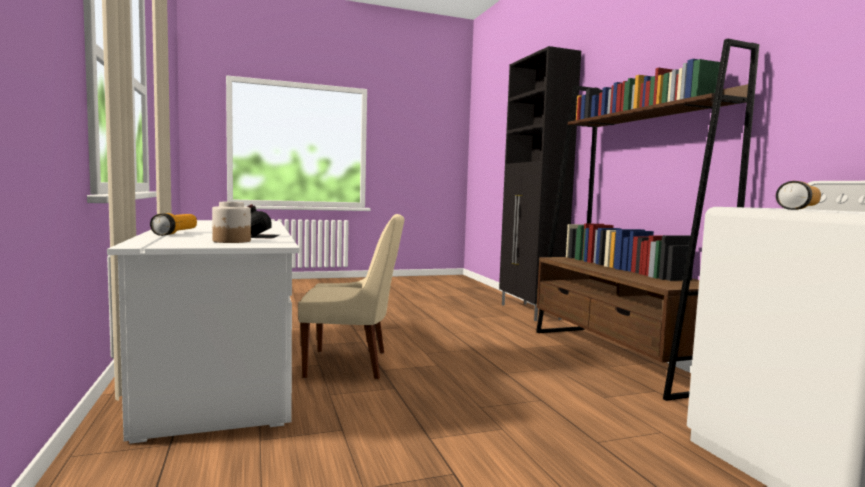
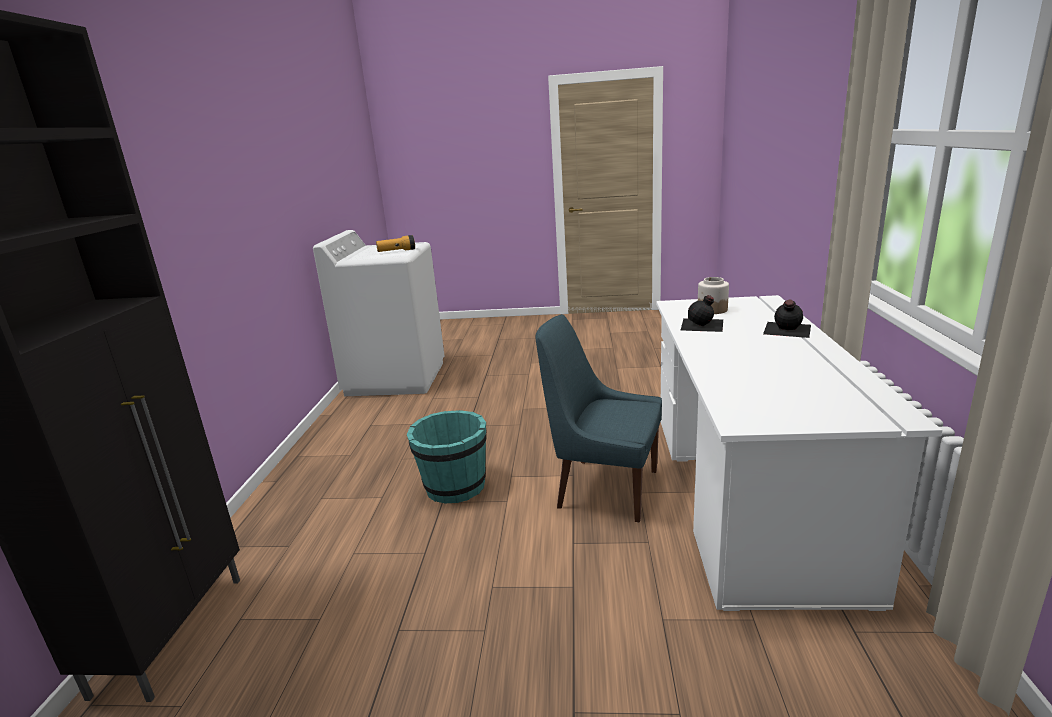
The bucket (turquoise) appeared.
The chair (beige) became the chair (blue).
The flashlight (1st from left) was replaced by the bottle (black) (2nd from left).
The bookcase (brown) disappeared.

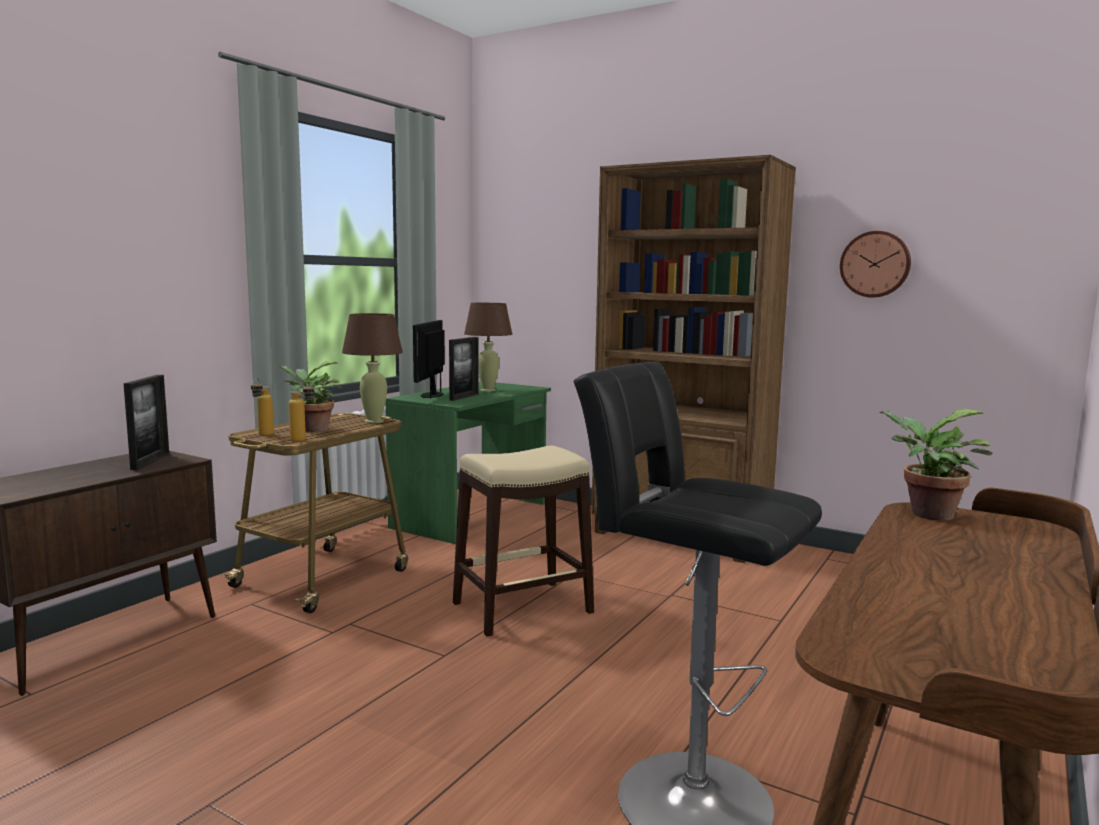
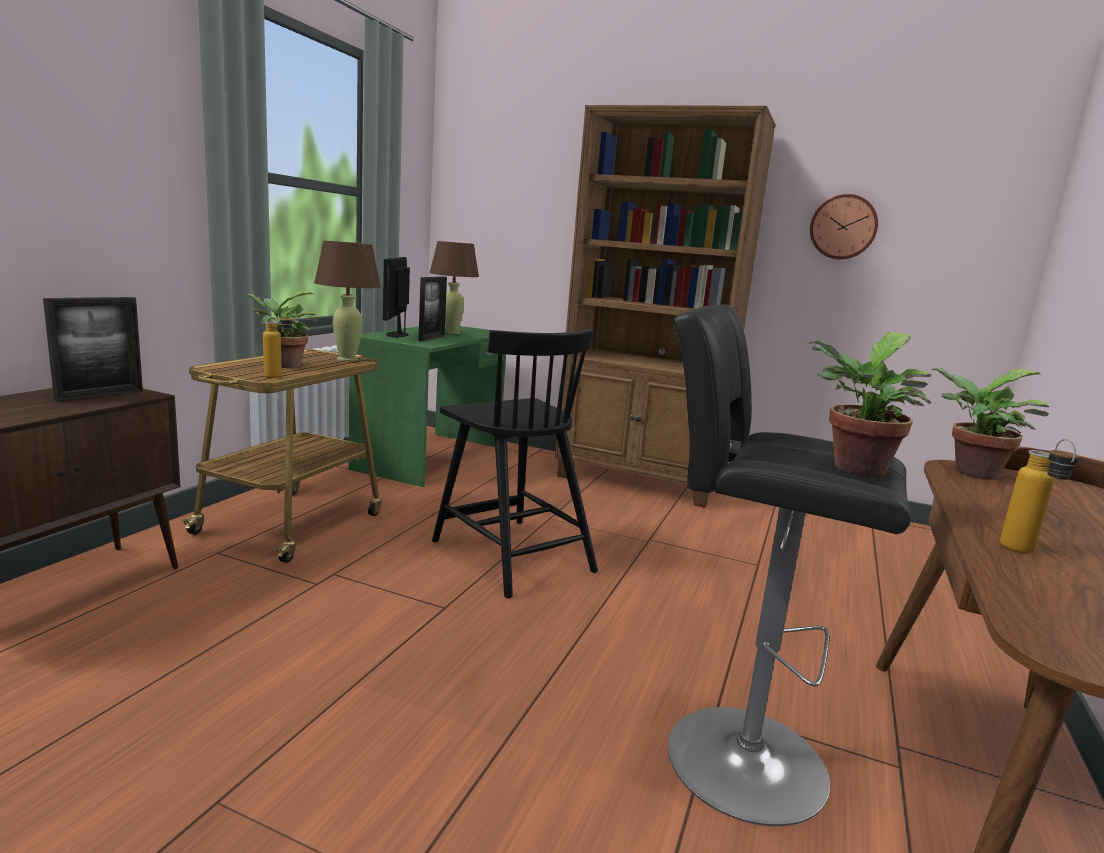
The picture frame (1st from left) turned 45 degrees clockwise.
The stool (beige) was replaced by the chair (black).
The potted plant (2nd from left) appeared.
The bottle (1st from left in the first image) moved.

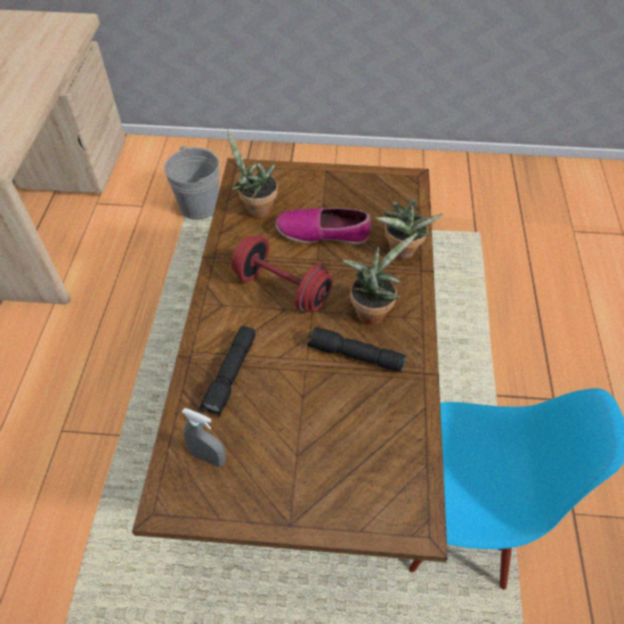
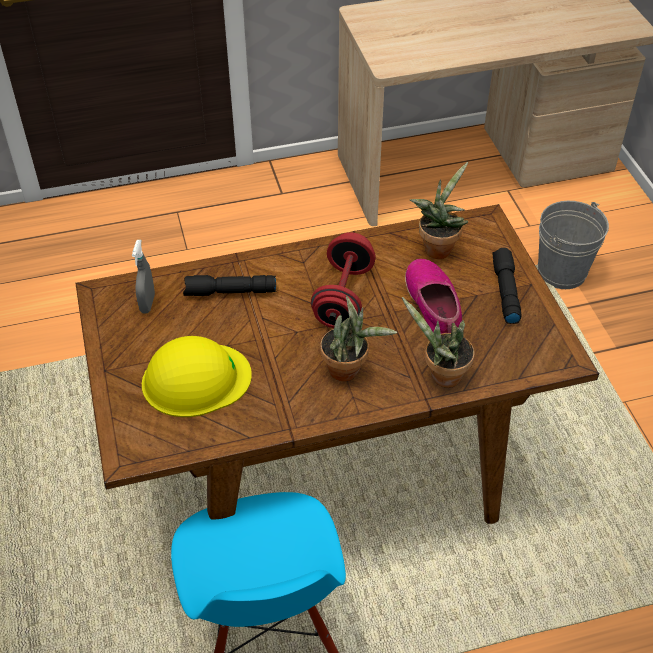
The hard hat (yellow) appeared.
The flashlight (black) (2nd from left) moved.

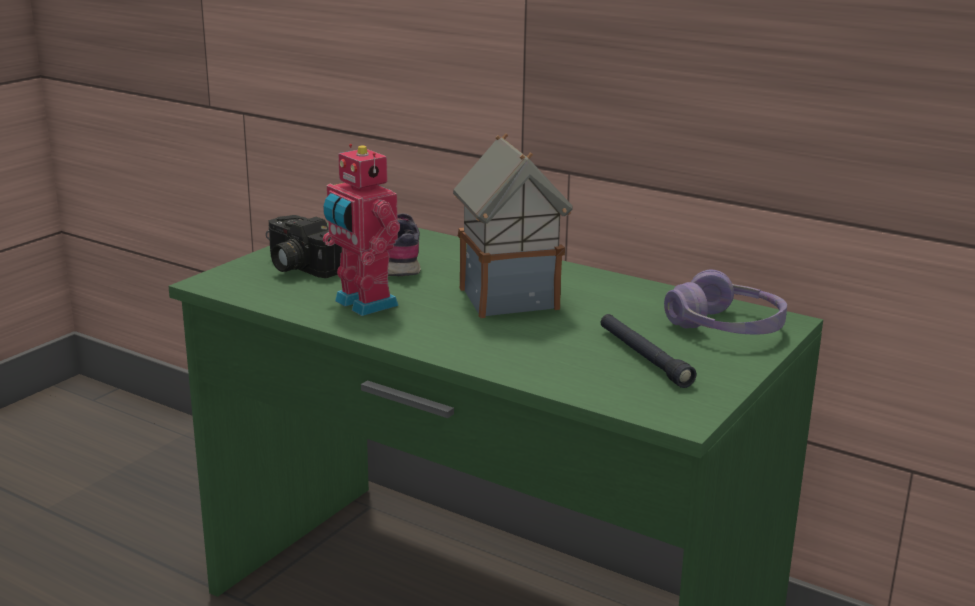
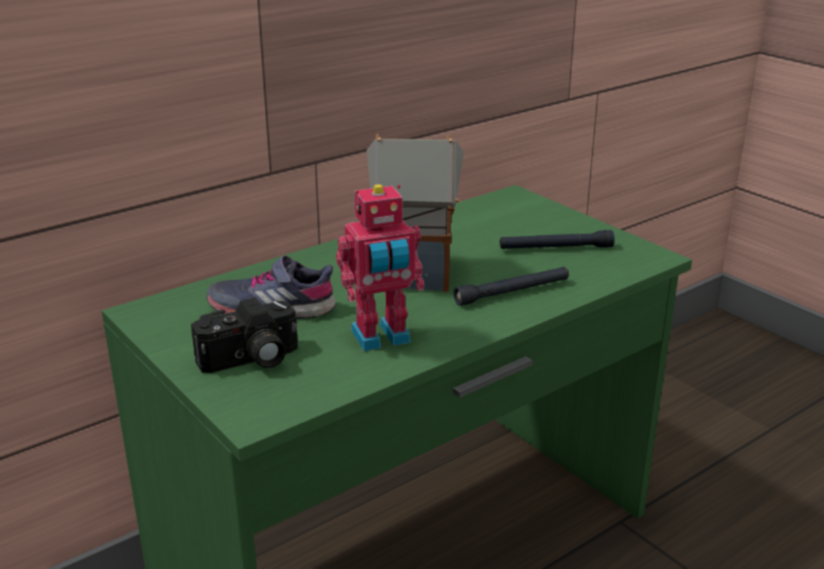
The flashlight (black) (1st from left) appeared.
The headphones (purple) disappeared.

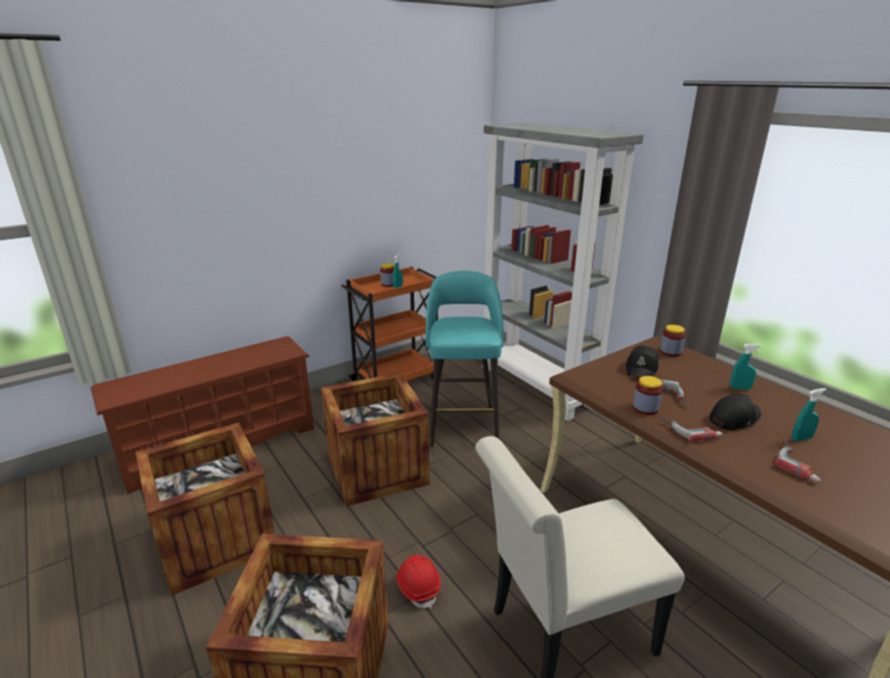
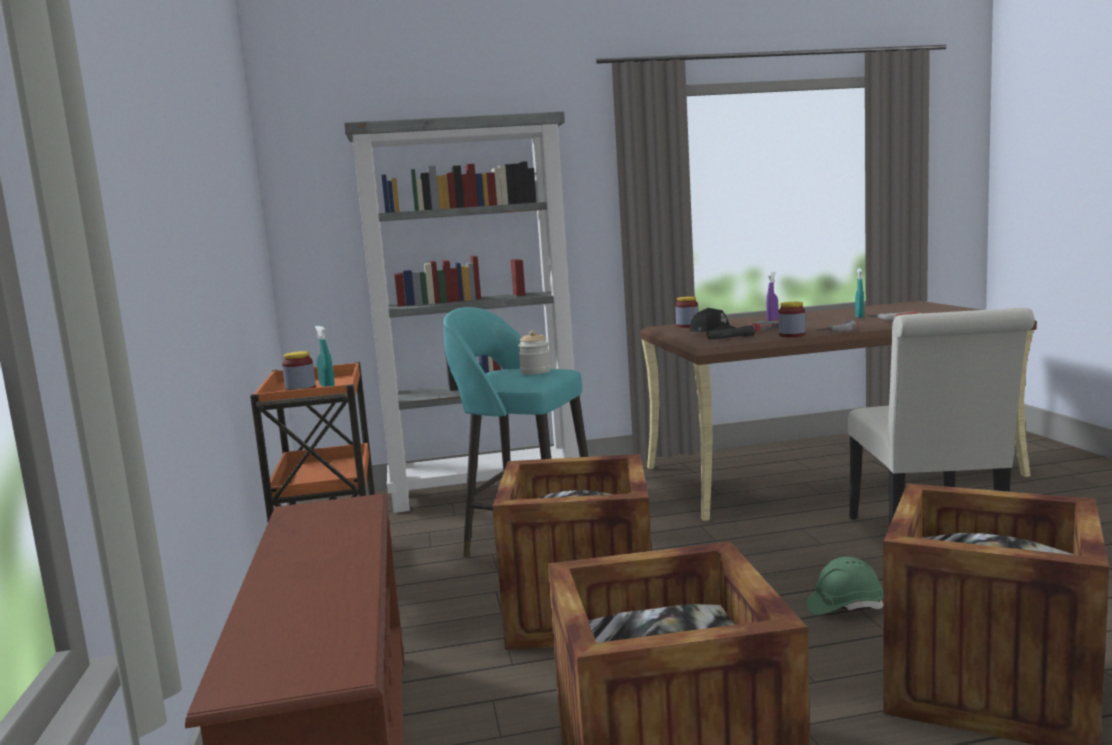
The jar (2nd from left) appeared.
The flashlight (black) appeared.
The spray bottle (turquoise) (2nd from left) became the spray bottle (purple).
The hard hat (red) became the hard hat (green).
The cap (black) (2nd from left) disappeared.

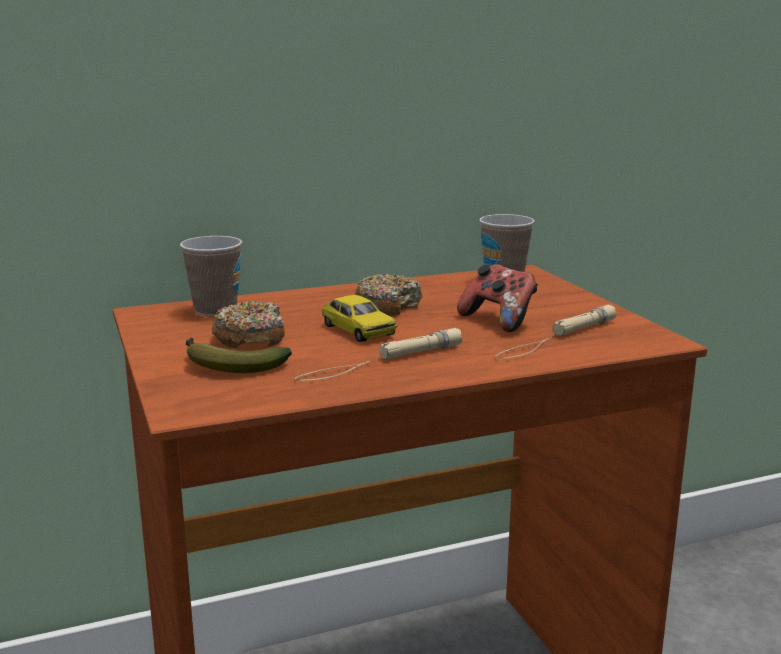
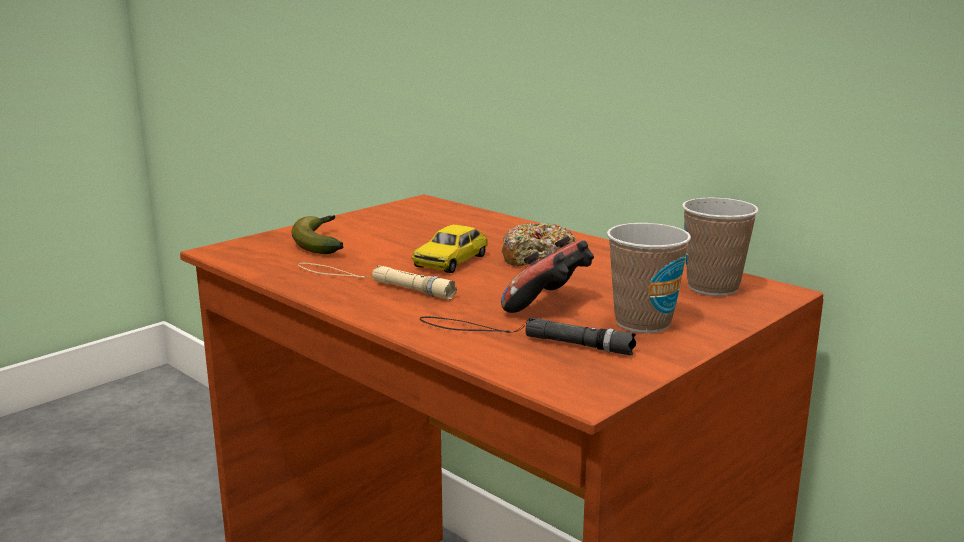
The flashlight (beige) (2nd from left) became the flashlight (black).
The cup (1st from left) moved.
The donut (1st from left) disappeared.

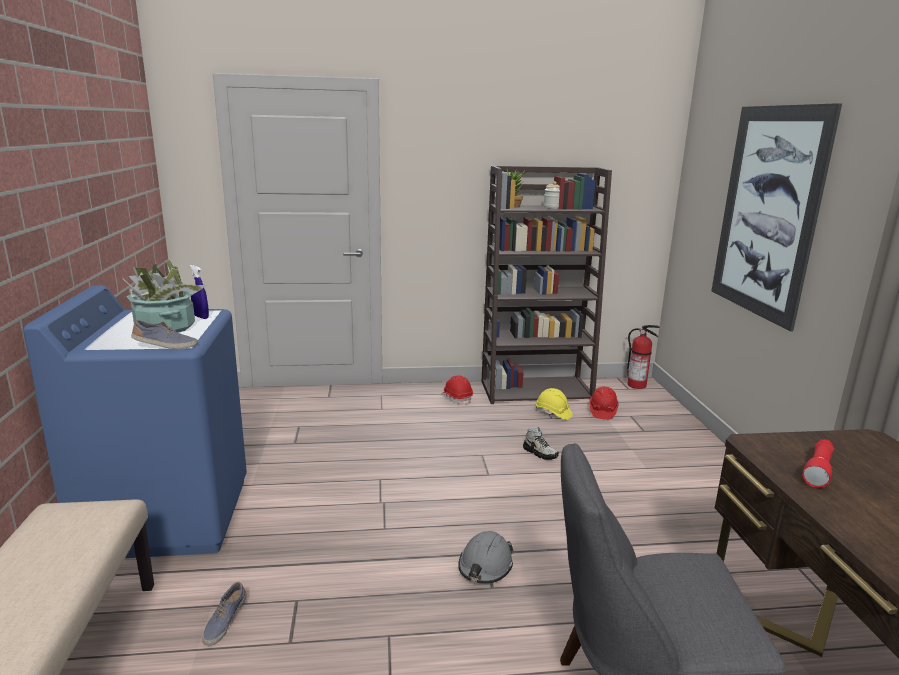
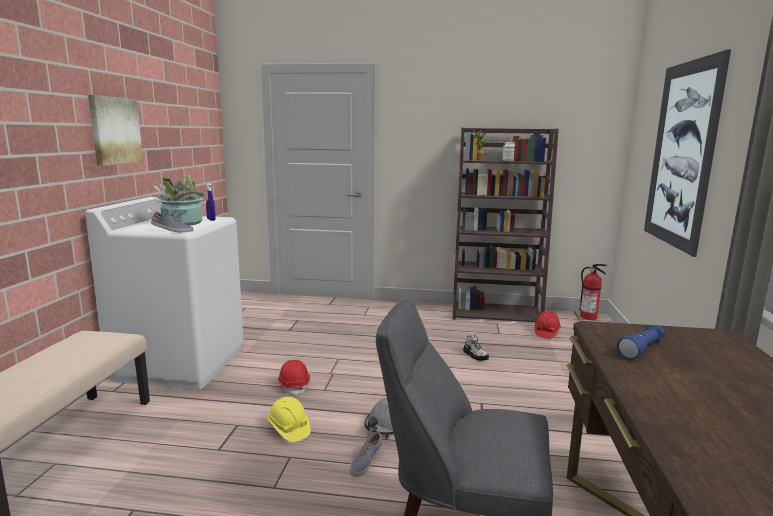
The washing machine (blue) became the washing machine (white).
The picture (1st from left) appeared.
The hard hat (yellow) moved.
The hard hat (red) (1st from left) moved.
The shoe (2nd from left) moved.
The flashlight (red) became the flashlight (blue).

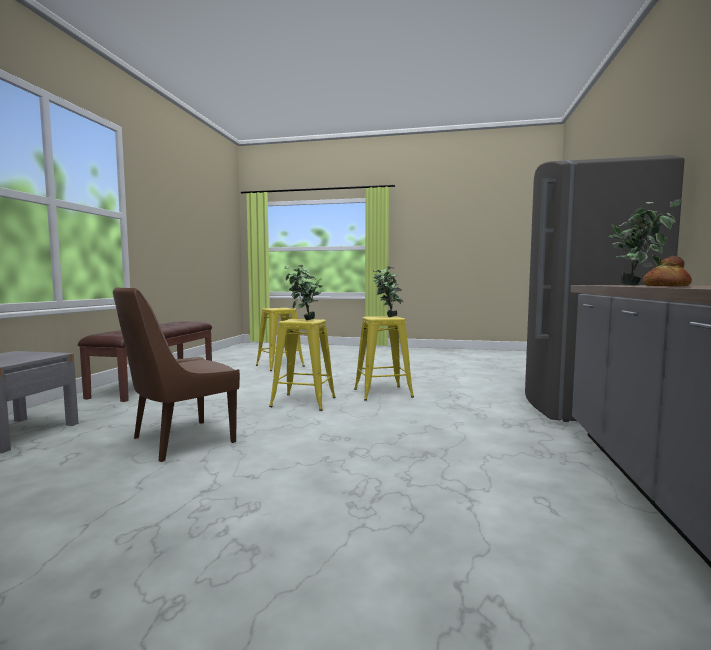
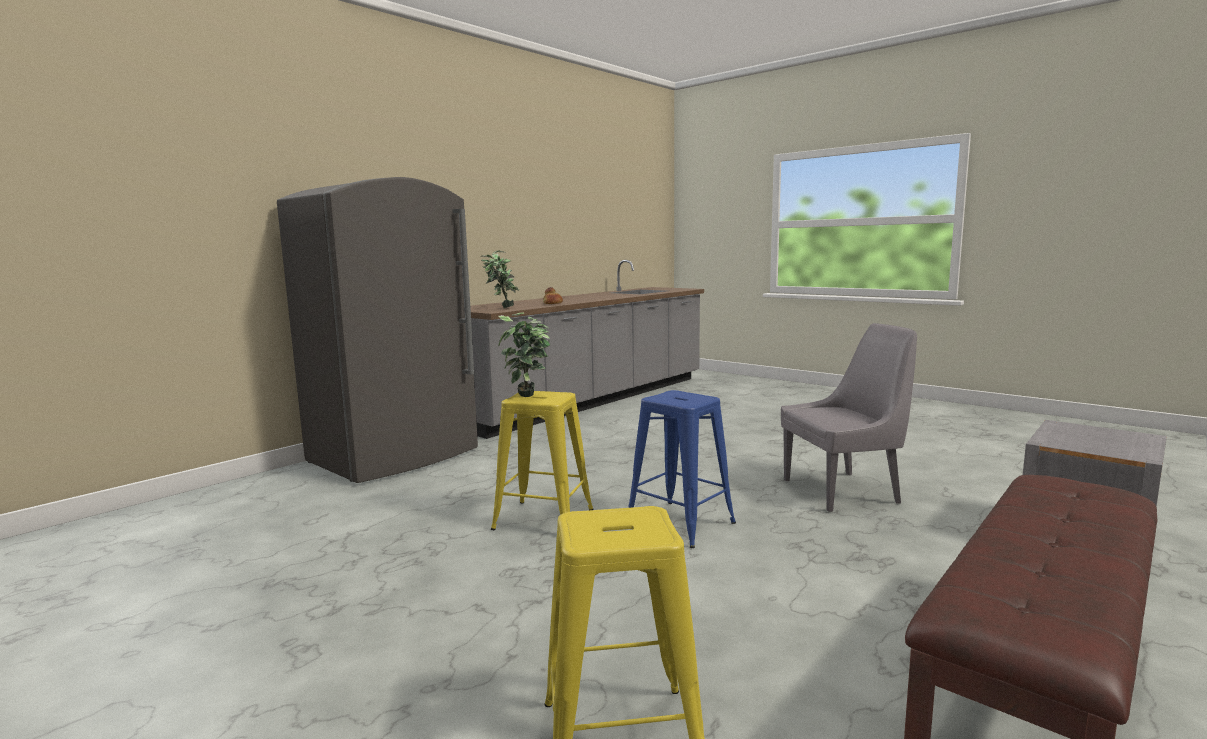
The stool (yellow) (2nd from left) became the stool (blue).
The chair (brown) became the chair (grey).
The potted plant (1st from left) disappeared.

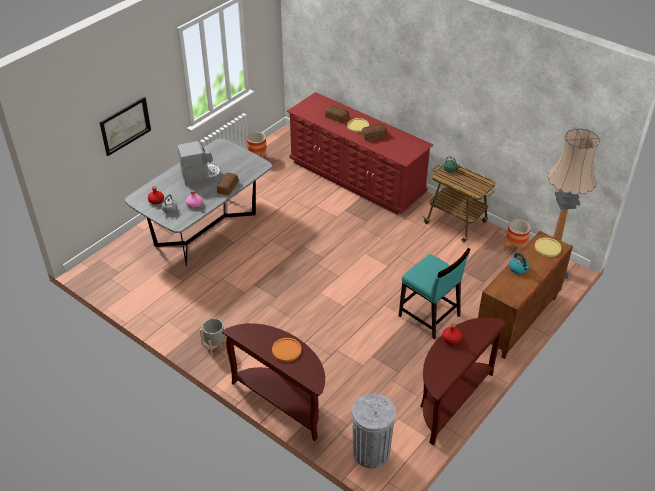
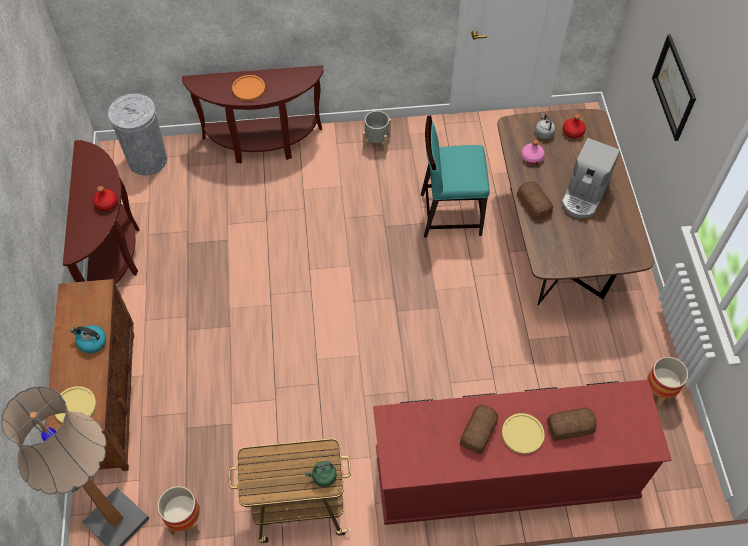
The chair (turquoise) moved.
The dining table (grey) became the dining table (brown).

